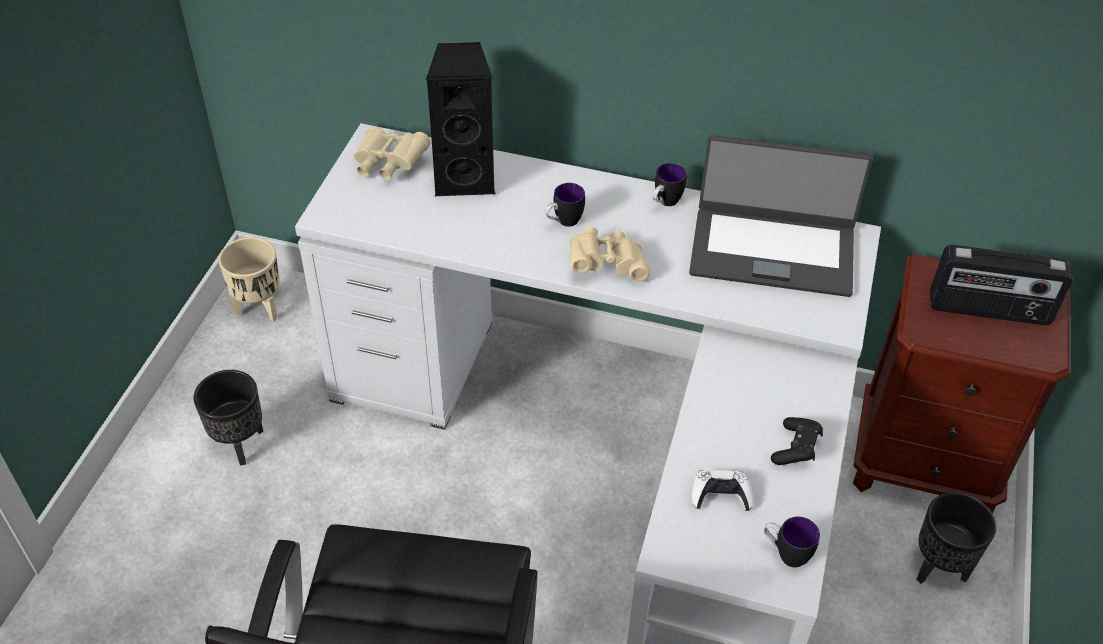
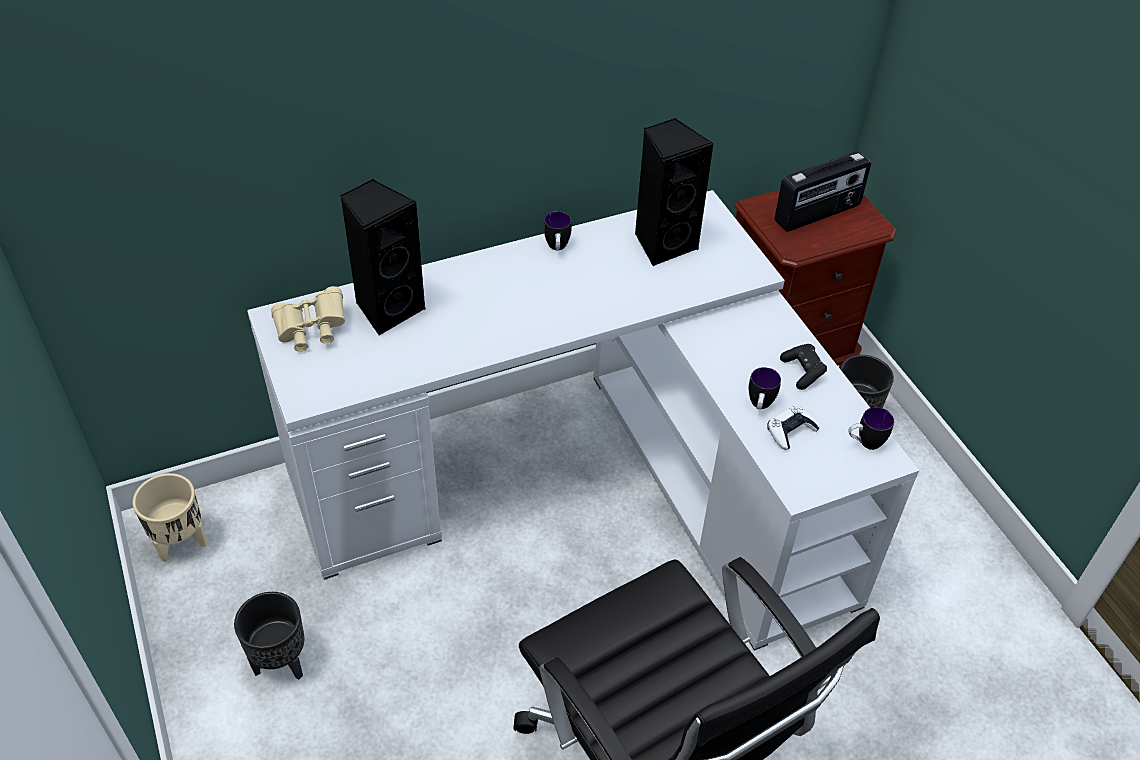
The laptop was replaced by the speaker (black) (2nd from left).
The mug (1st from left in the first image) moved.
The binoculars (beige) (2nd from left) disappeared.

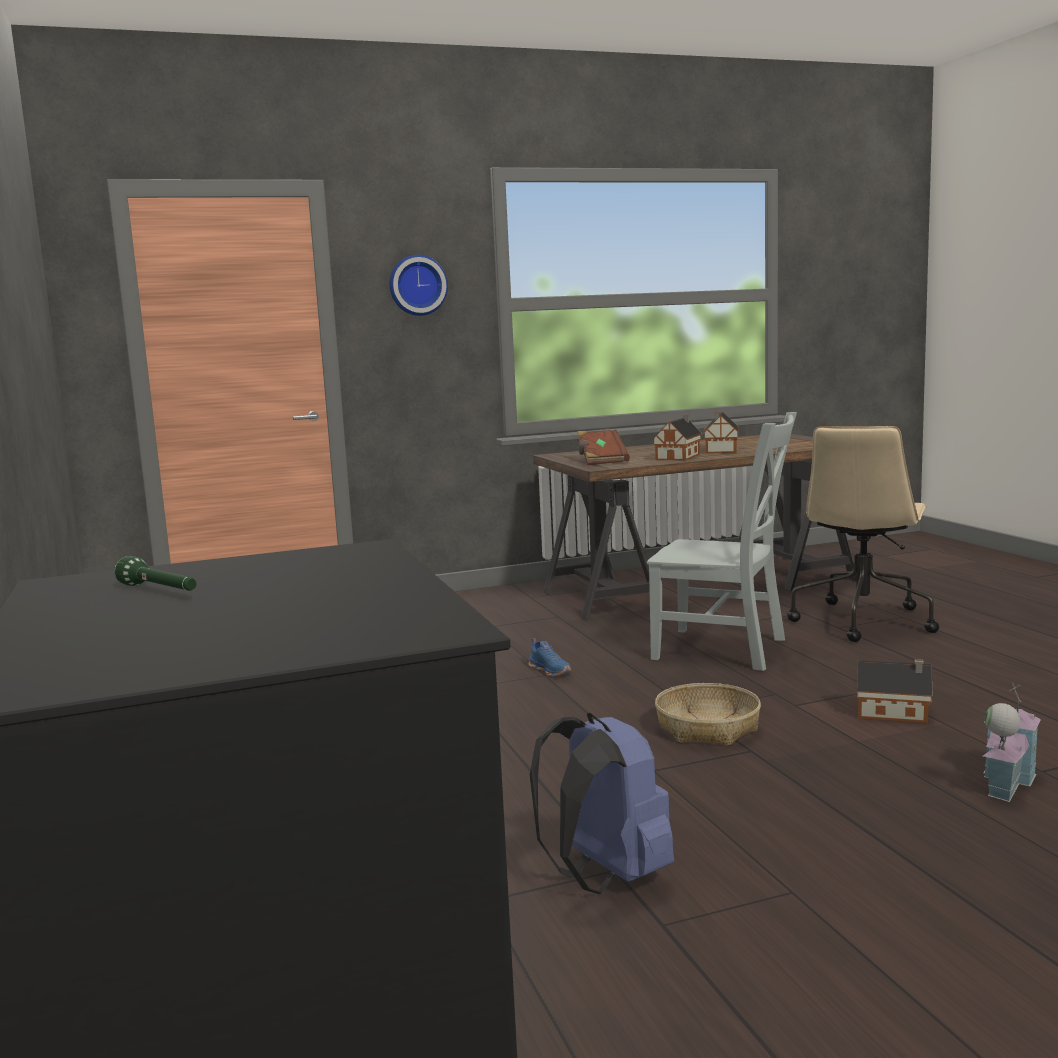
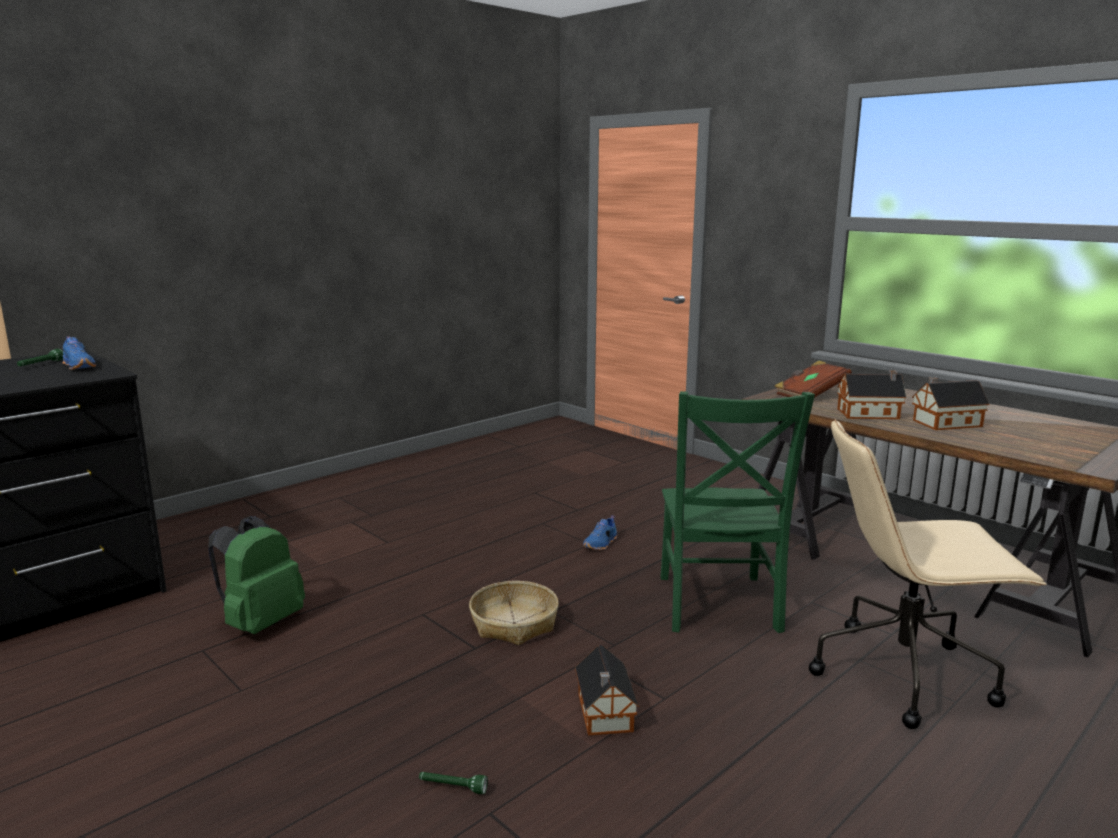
The shoe (blue) (1st from left) appeared.
The backpack (blue) became the backpack (green).
The toy house (4th from left) was replaced by the flashlight (green) (2nd from left).
The chair (grey) became the chair (green).
The wall clock disappeared.

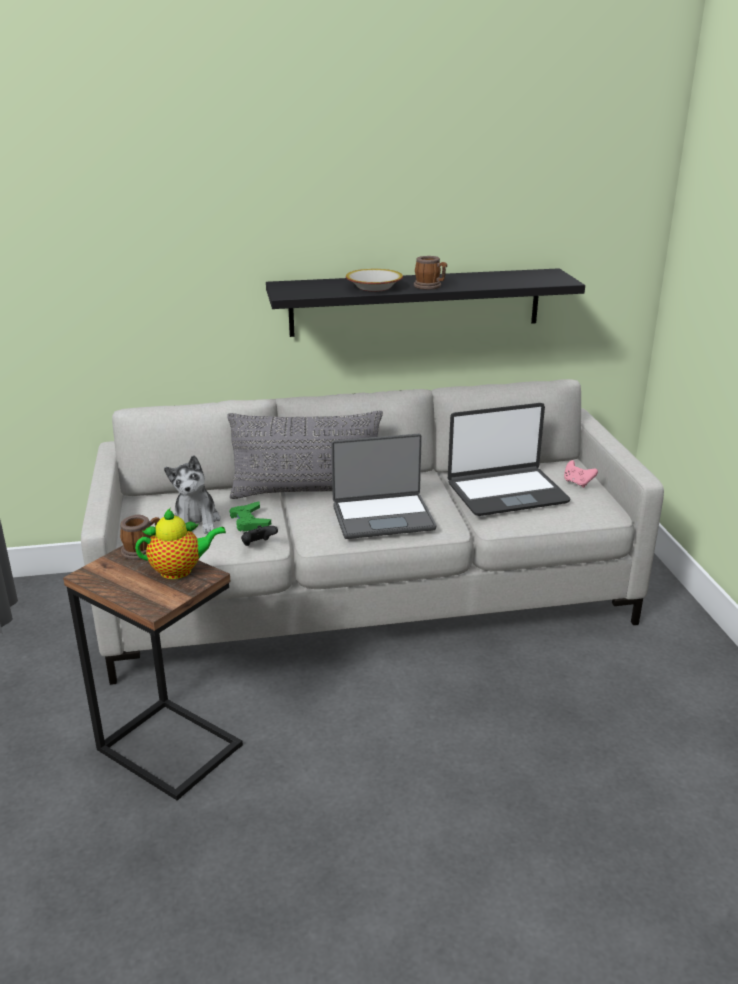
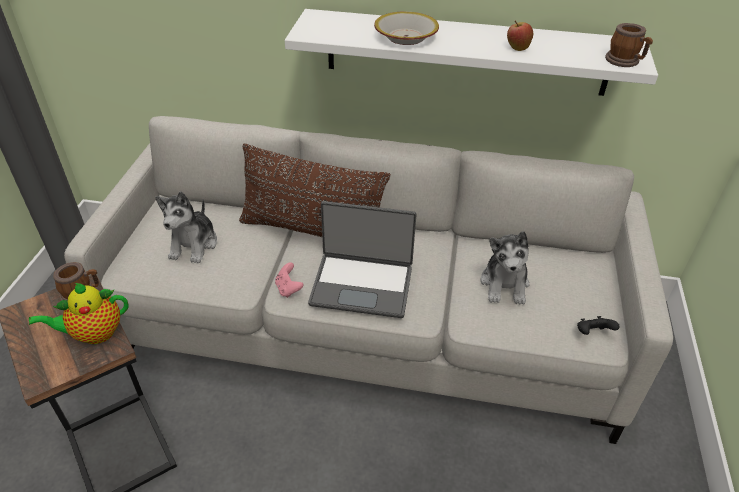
The teapot turned 150 degrees clockwise.
The pillow (grey) became the pillow (brown).
The game controller (pink) moved.
The shelf (black) became the shelf (white).
The laptop (2nd from left) was replaced by the plush toy (2nd from left).
The apple appeared.
The game controller (black) moved.
The mug (2nd from left) moved.
The game controller (green) disappeared.

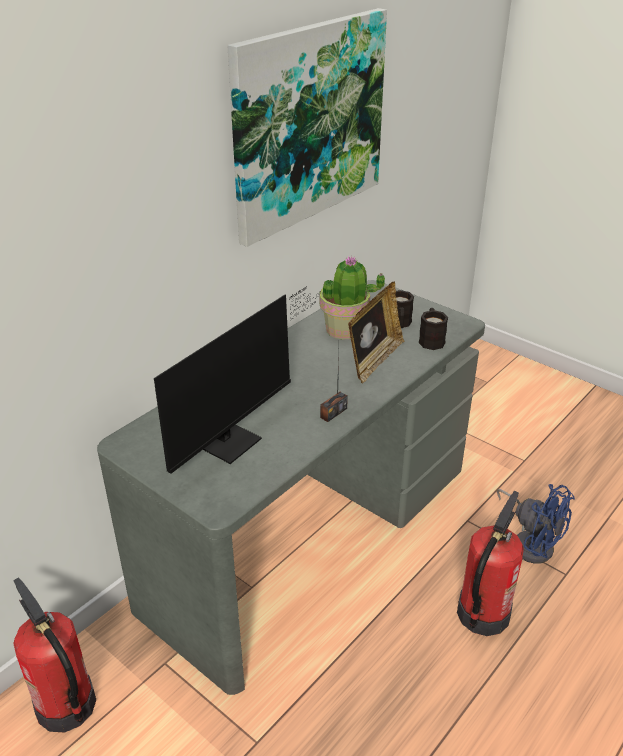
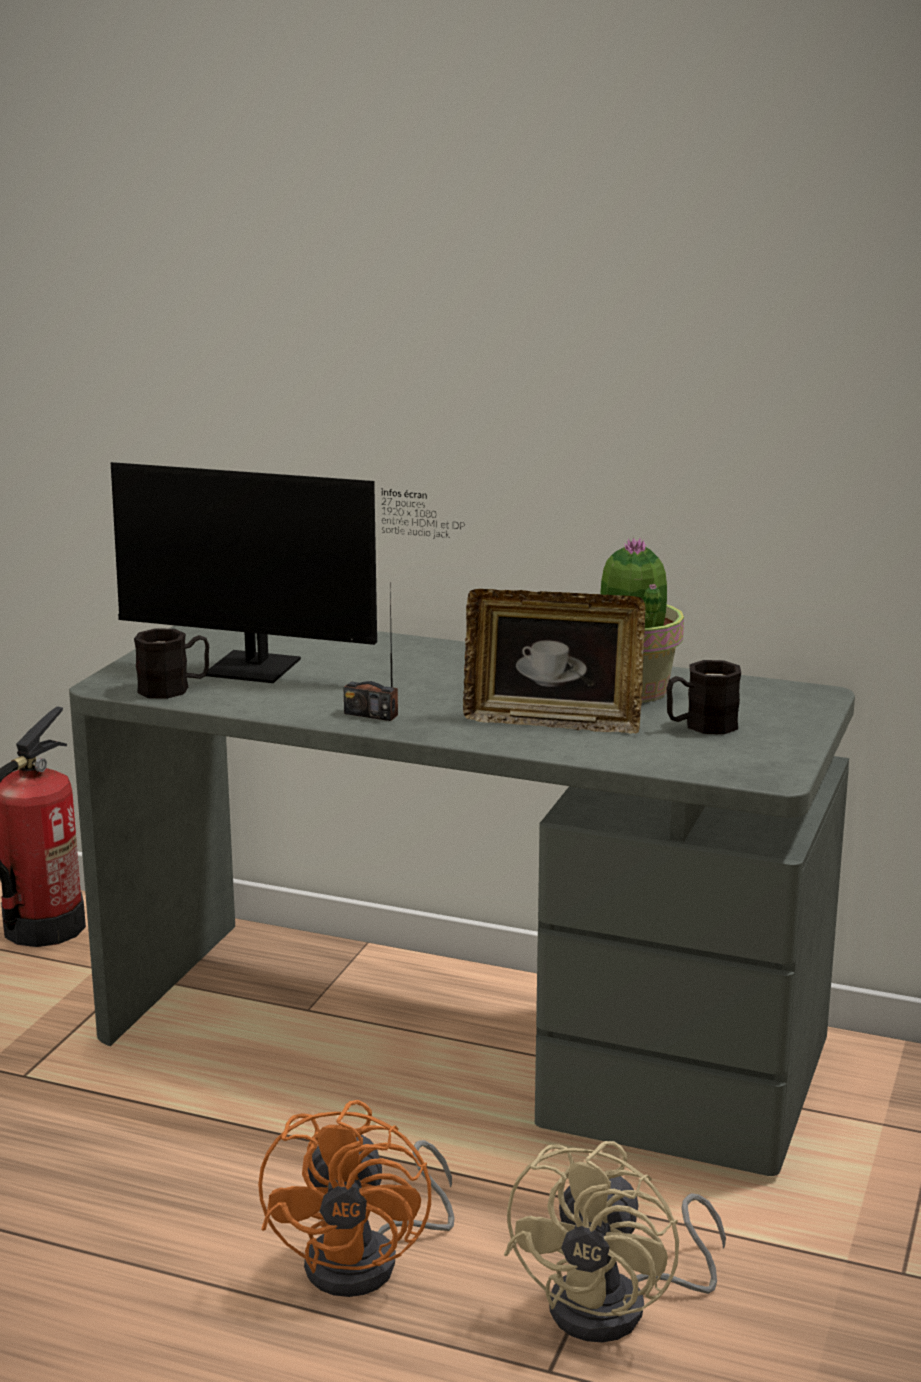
The mug (black) (2nd from left in the first image) moved.
The fire extinguisher (2nd from left) was replaced by the fan (orange).
The fan (blue) became the fan (beige).
The picture disappeared.

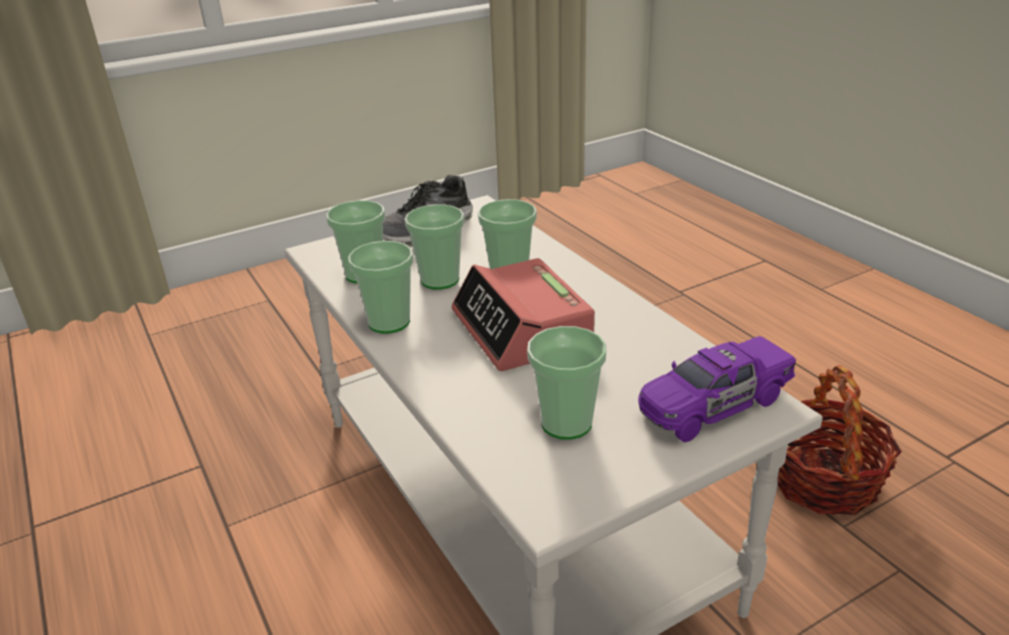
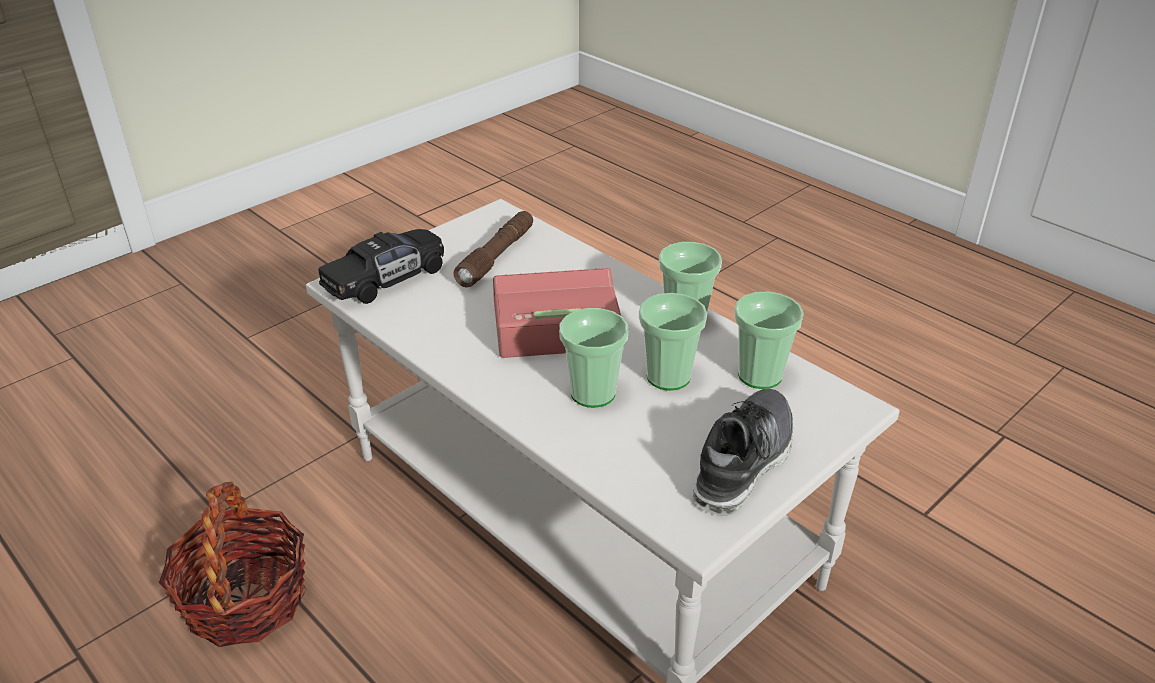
The toy car (purple) became the toy car (black).
The cup (5th from left) was replaced by the flashlight (brown).
The alarm clock turned 60 degrees counterclockwise.

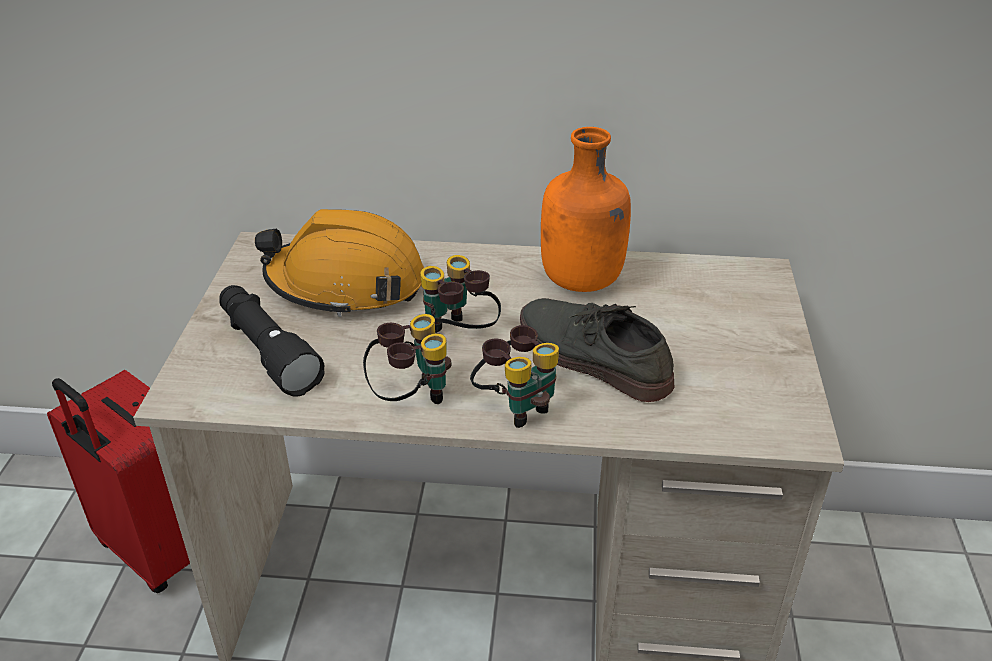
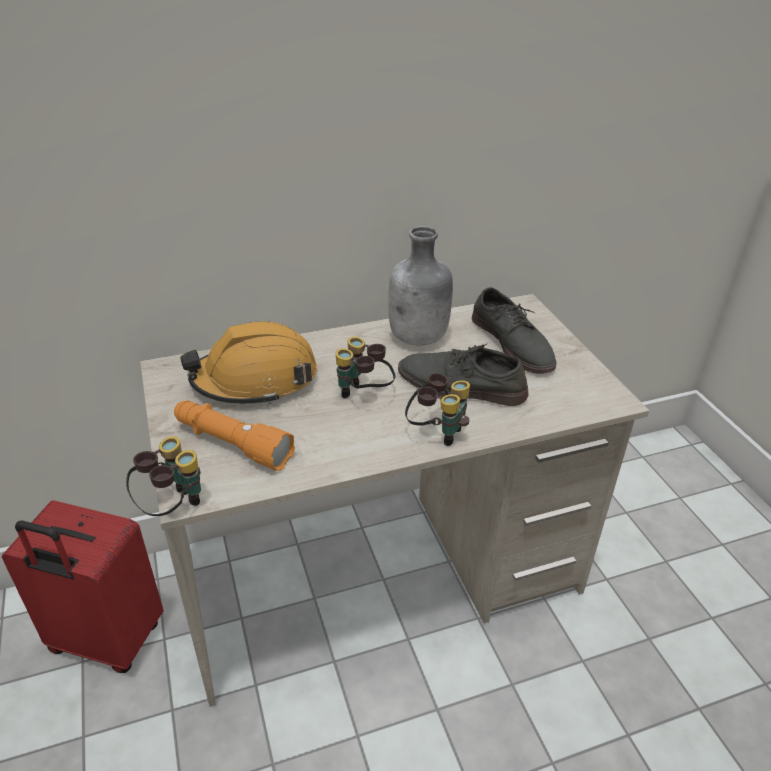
The binoculars (1st from left) moved.
The flashlight (black) became the flashlight (orange).
The bottle (orange) became the bottle (grey).
The shoe (grey) (2nd from left) appeared.

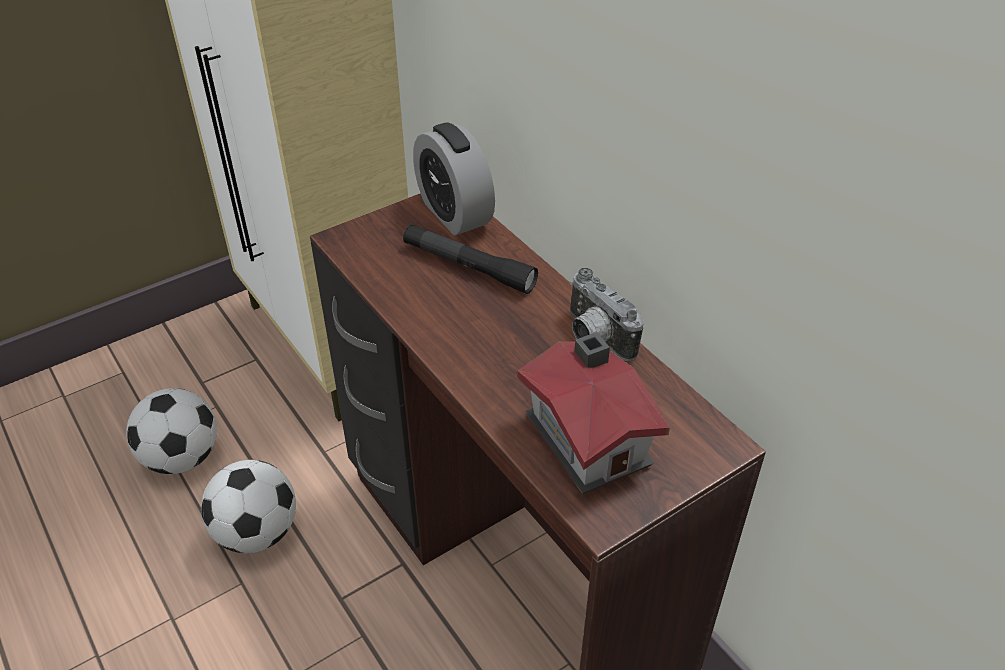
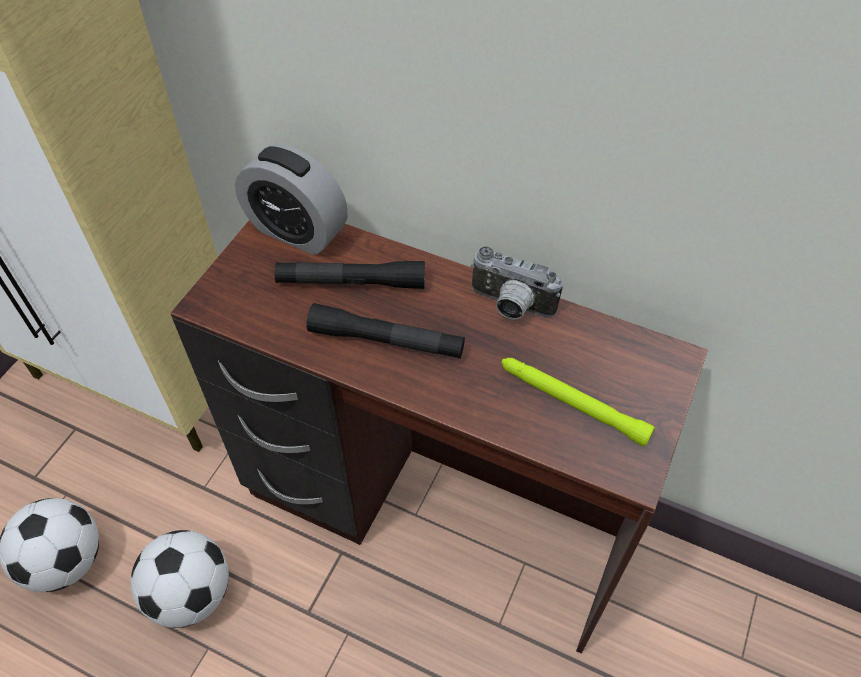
The flashlight (black) (2nd from left) appeared.
The toy house was replaced by the flashlight (green).

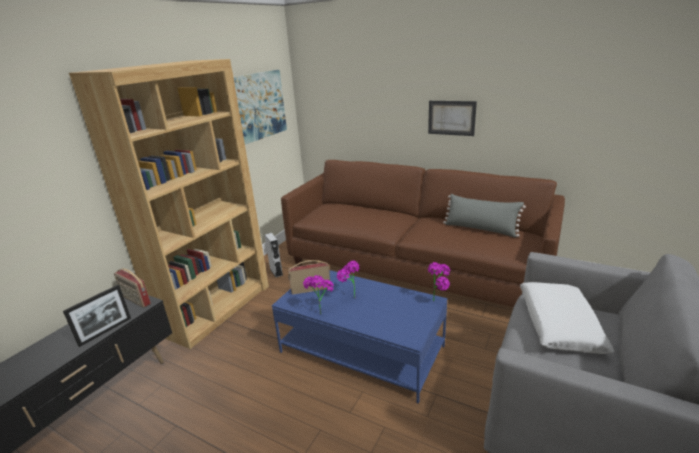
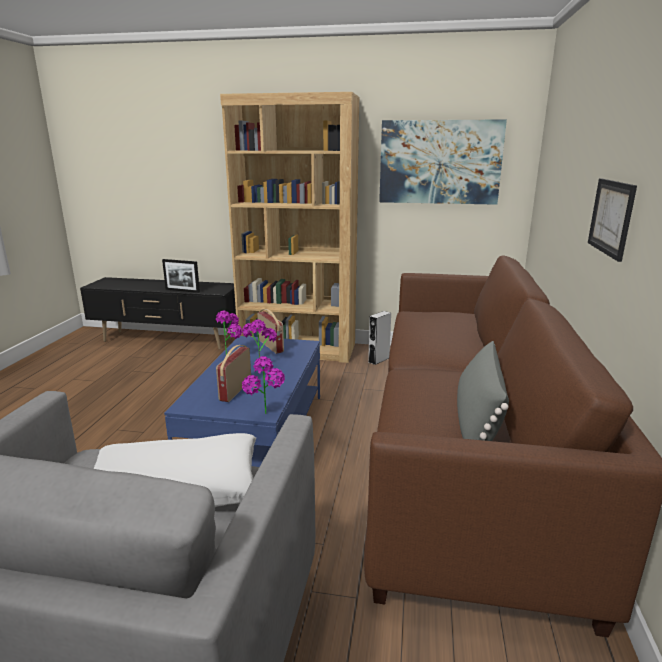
The radio (1st from left) moved.

